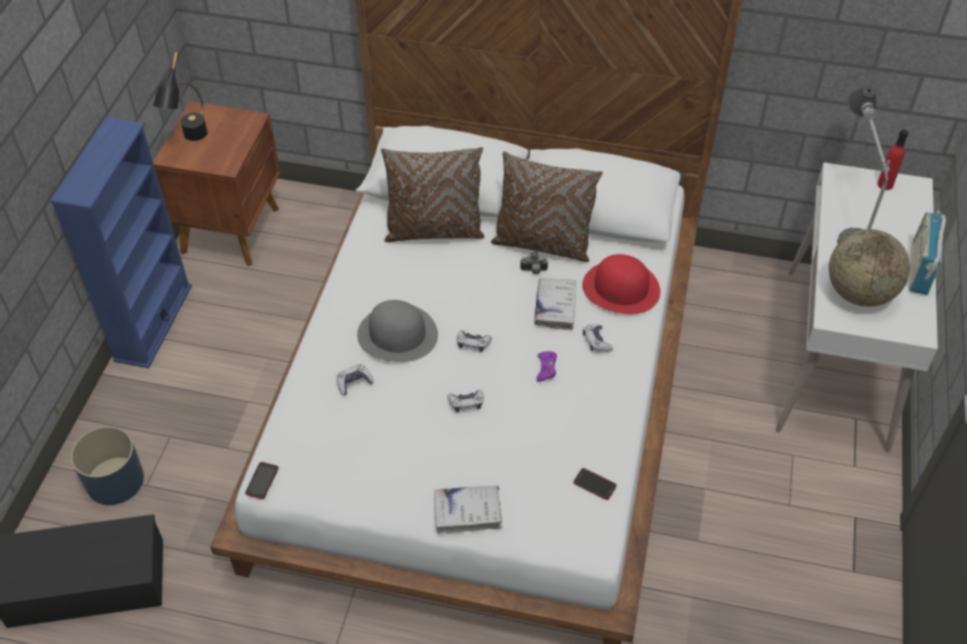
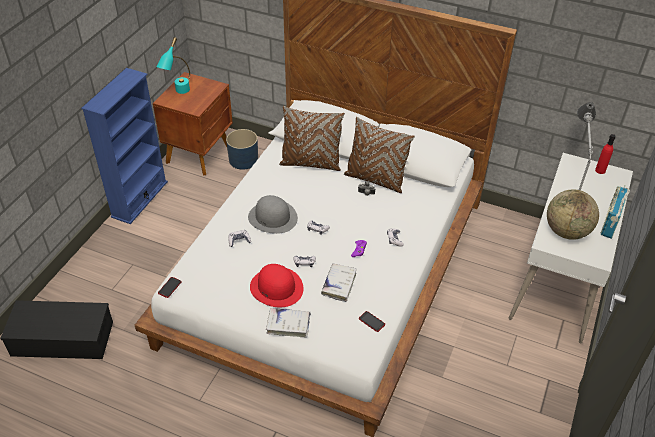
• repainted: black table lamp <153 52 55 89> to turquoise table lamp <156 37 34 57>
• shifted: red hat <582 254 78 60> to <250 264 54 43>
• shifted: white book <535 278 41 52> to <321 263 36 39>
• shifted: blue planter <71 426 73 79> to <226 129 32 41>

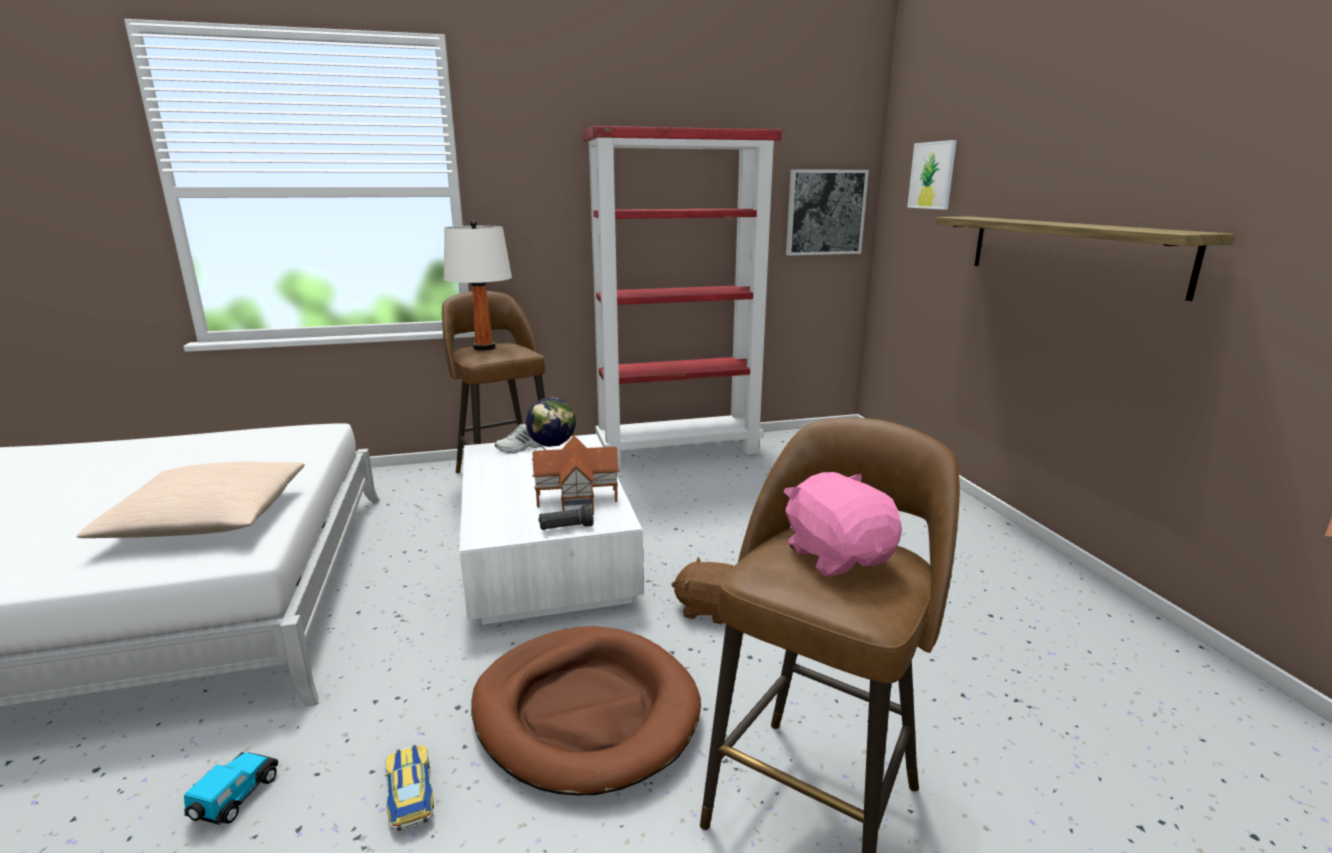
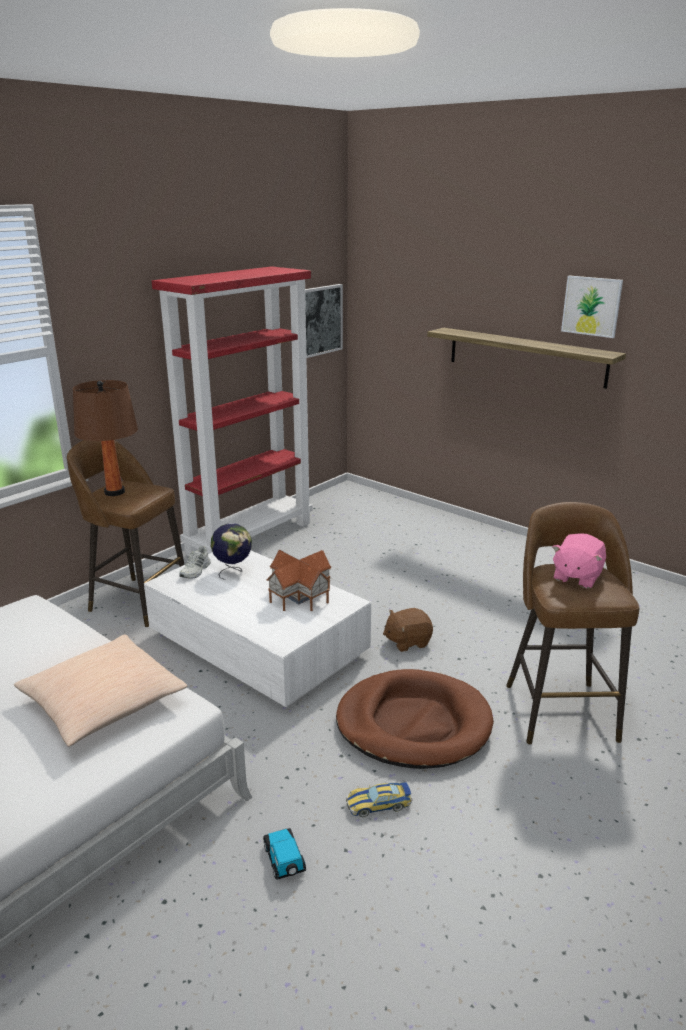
• shifted: picture <907 140 50 70> to <561 275 62 63>
• repainted: white table lamp <444 221 68 130> to brown table lamp <73 380 65 116>
• rotated: pink plush toy <784 472 118 104> = <552 533 54 55> 90 degrees counterclockwise
• gone: black flashlight <538 504 56 26>
• rotated: toy car <385 745 49 86> = <346 782 66 35> 45 degrees counterclockwise

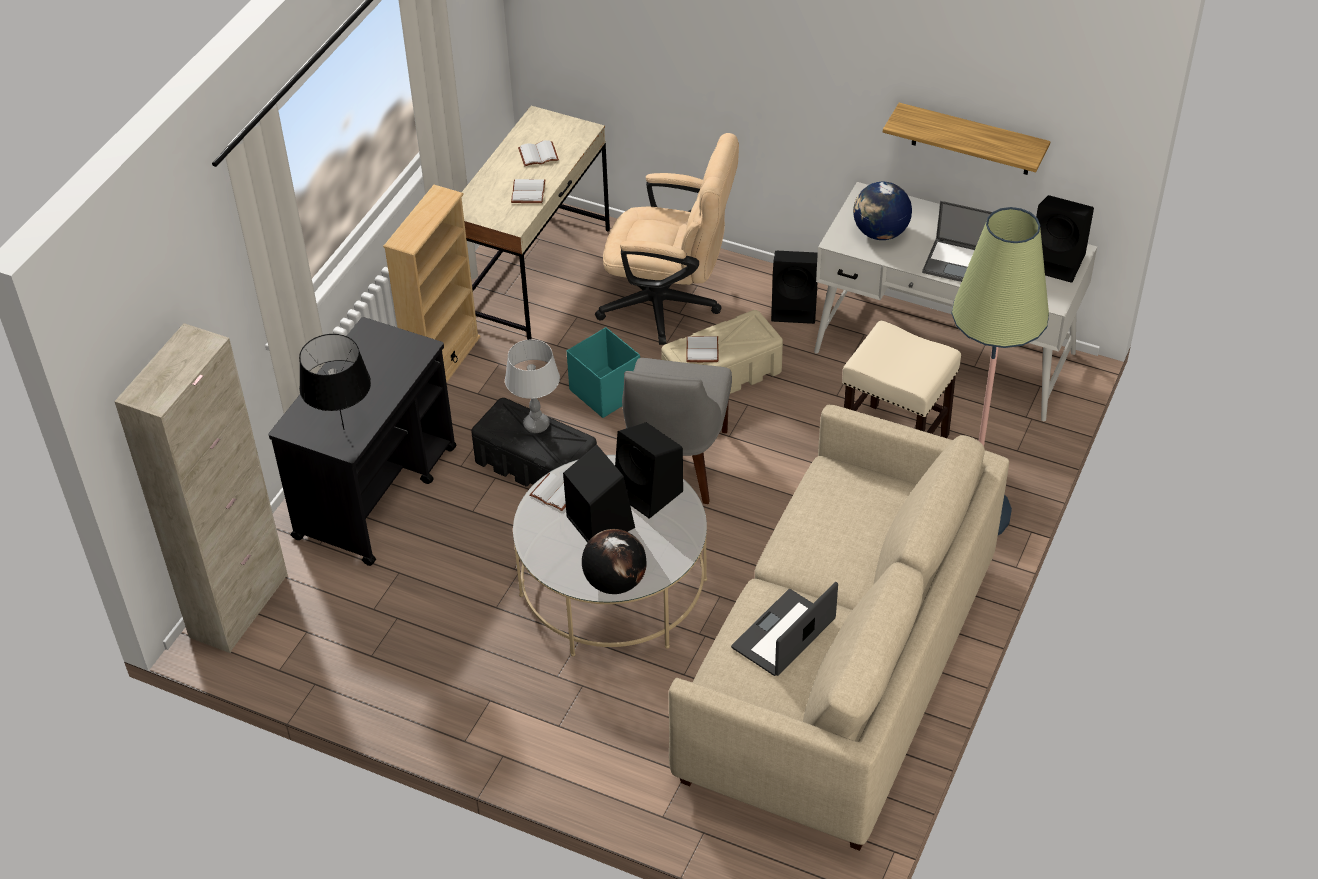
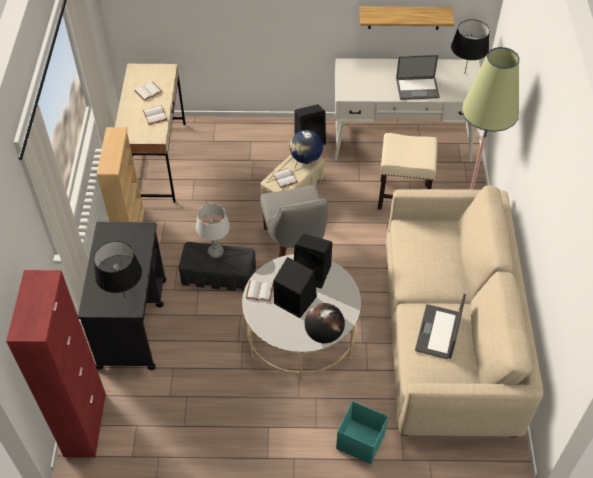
• gone: beige office chair <595 133 144 212>
• shifted: globe <853 182 59 58> to <290 130 33 34>
• swapped: black speaker <1036 195 58 88> to black table lamp <451 19 39 53>
• repainted: beige cabinet <114 323 174 330> to red cabinet <6 270 100 187>
• shifted: turquoise storage box <567 327 73 91> to <336 401 52 63>

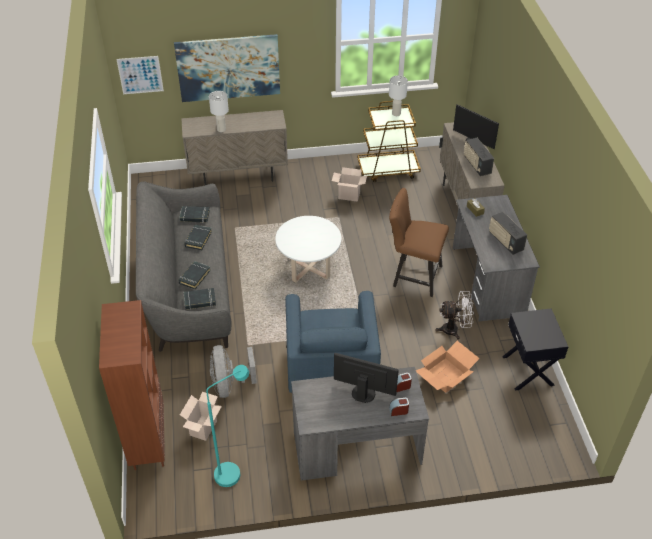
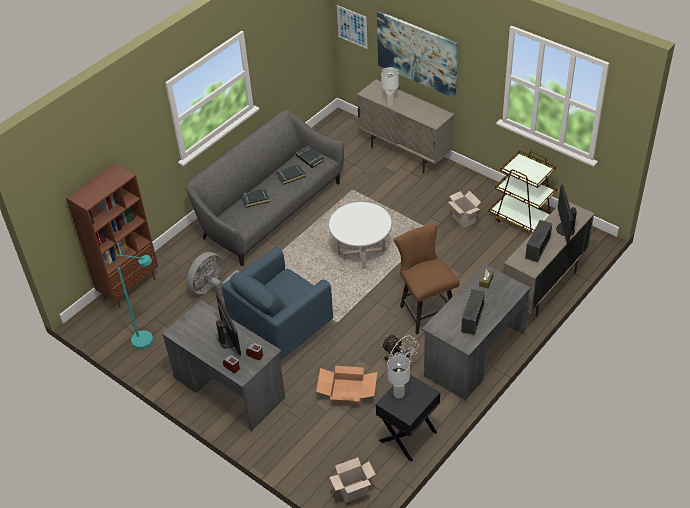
• shifted: white table lamp <389 75 19 41> to <387 355 23 43>
• gone: black book <184 288 32 22>
• shifted: cardboard box <180 392 42 49> to <329 457 47 46>

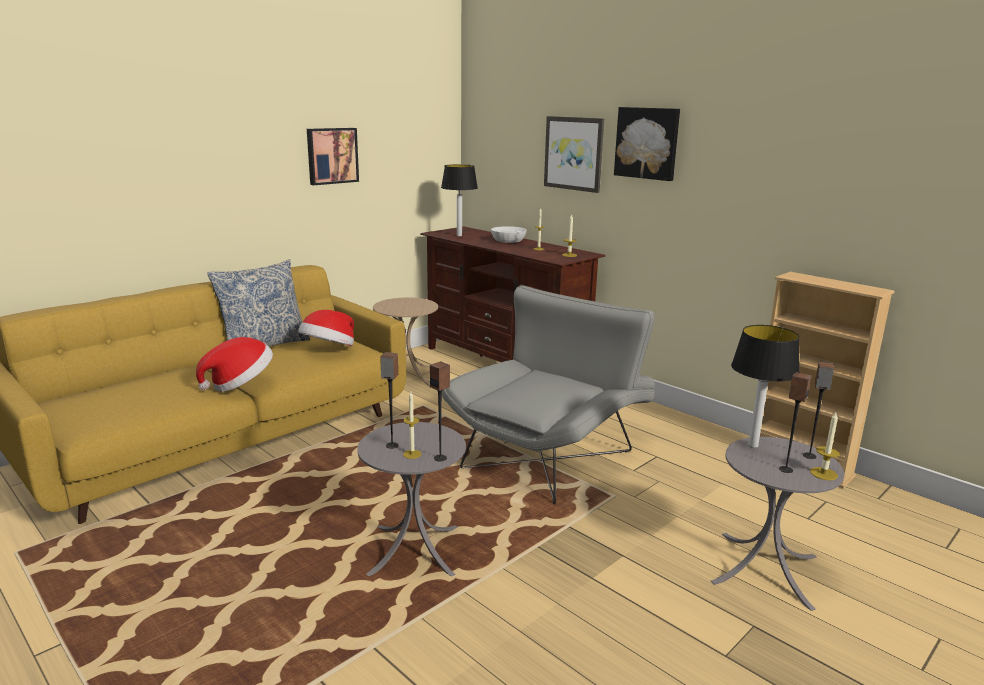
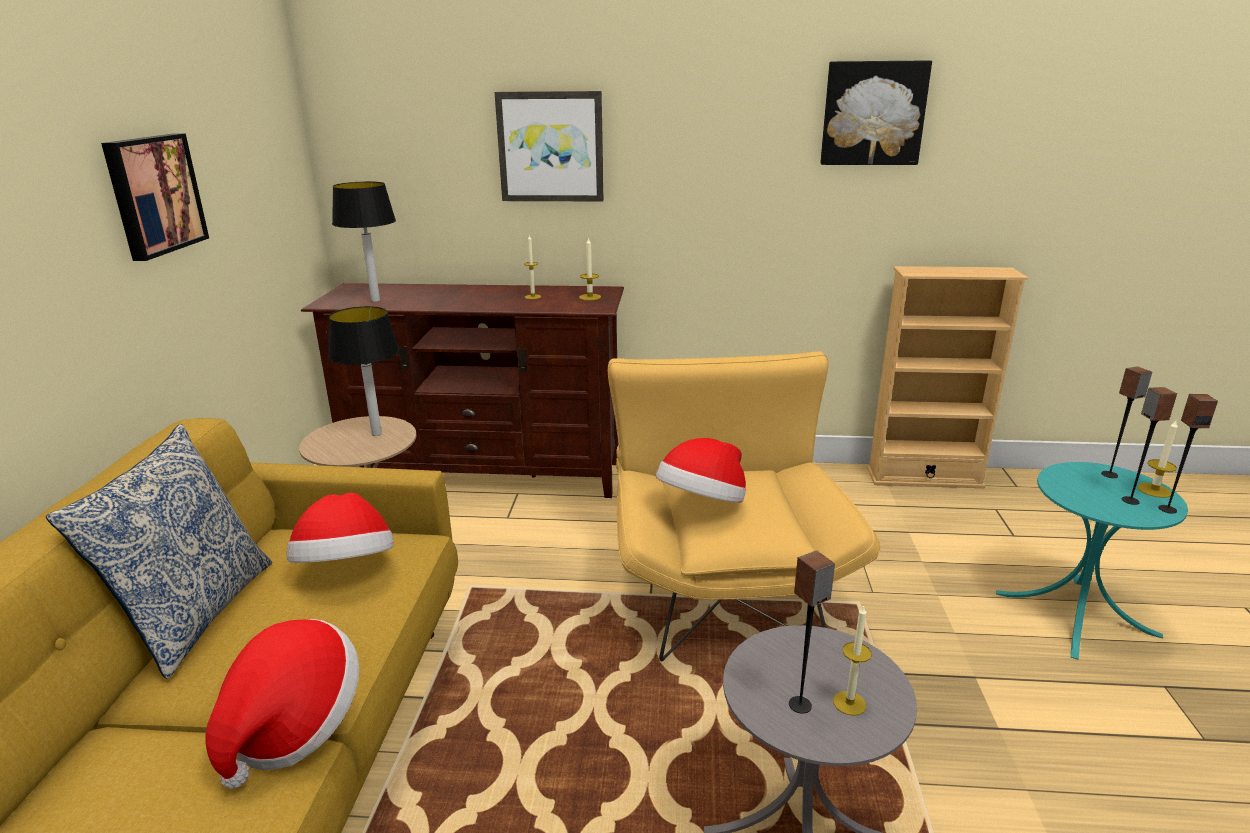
• shifted: picture <614 107 66 74> to <820 60 112 105>
• gone: white bowl <491 226 36 17>
• repainted: grey armchair <442 285 213 219> to yellow armchair <608 351 273 310>
• shifted: table lamp <731 325 69 123> to <328 306 71 130>
• shifted: speaker <430 362 20 99> to <1158 394 60 120>
• repainted: grey side table <711 437 134 174> to turquoise side table <996 462 192 198>
• new: hat <656 438 90 65>

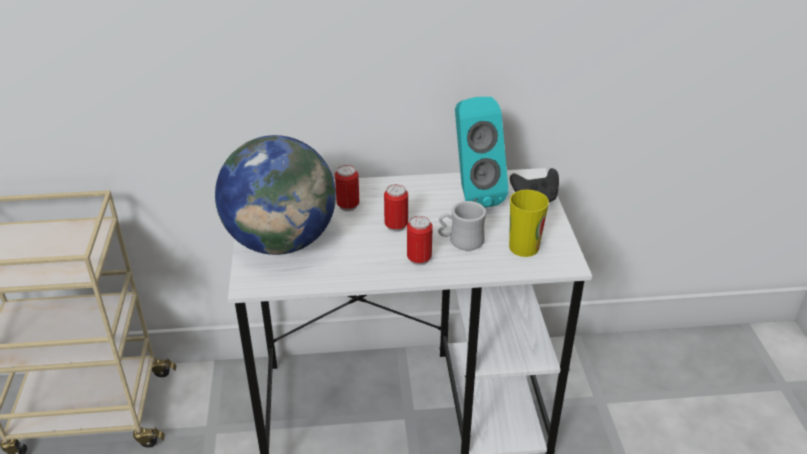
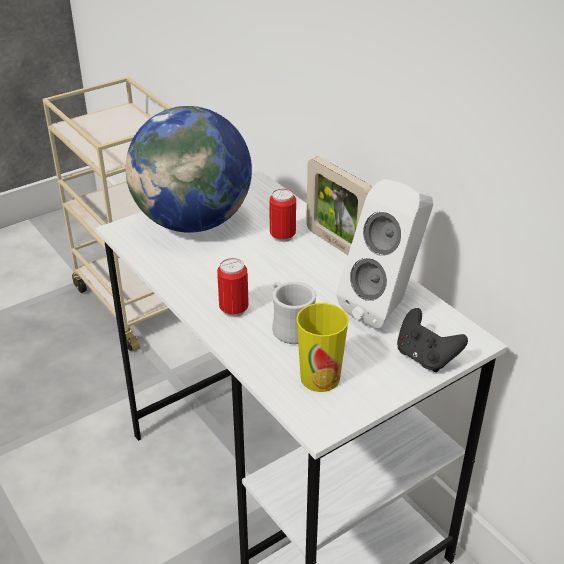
• repainted: turquoise speaker <455 97 54 111> to white speaker <337 179 96 150>
• gone: can <384 184 24 48>
• new: picture frame <306 157 66 98>

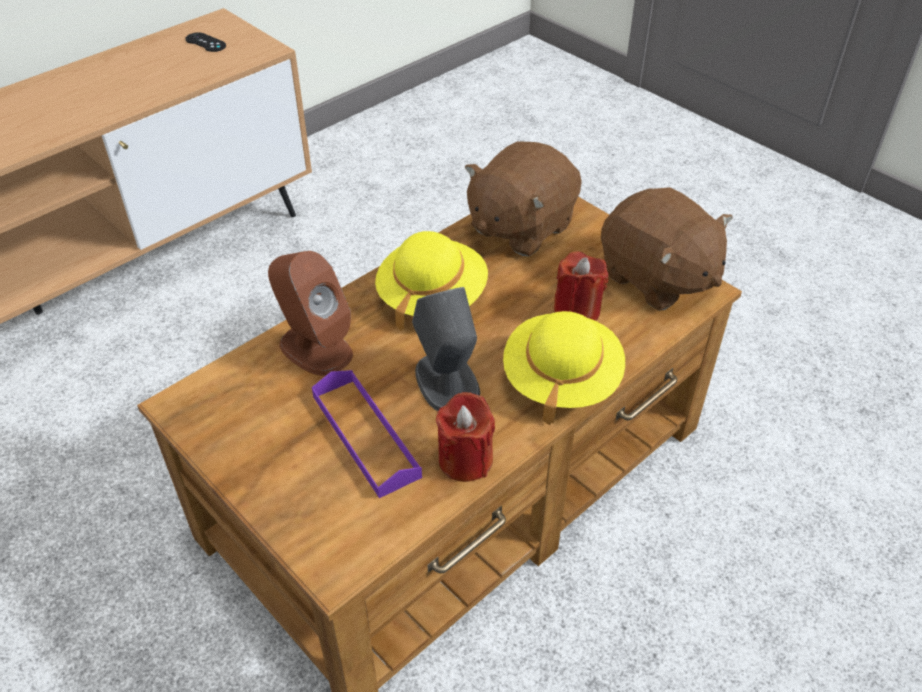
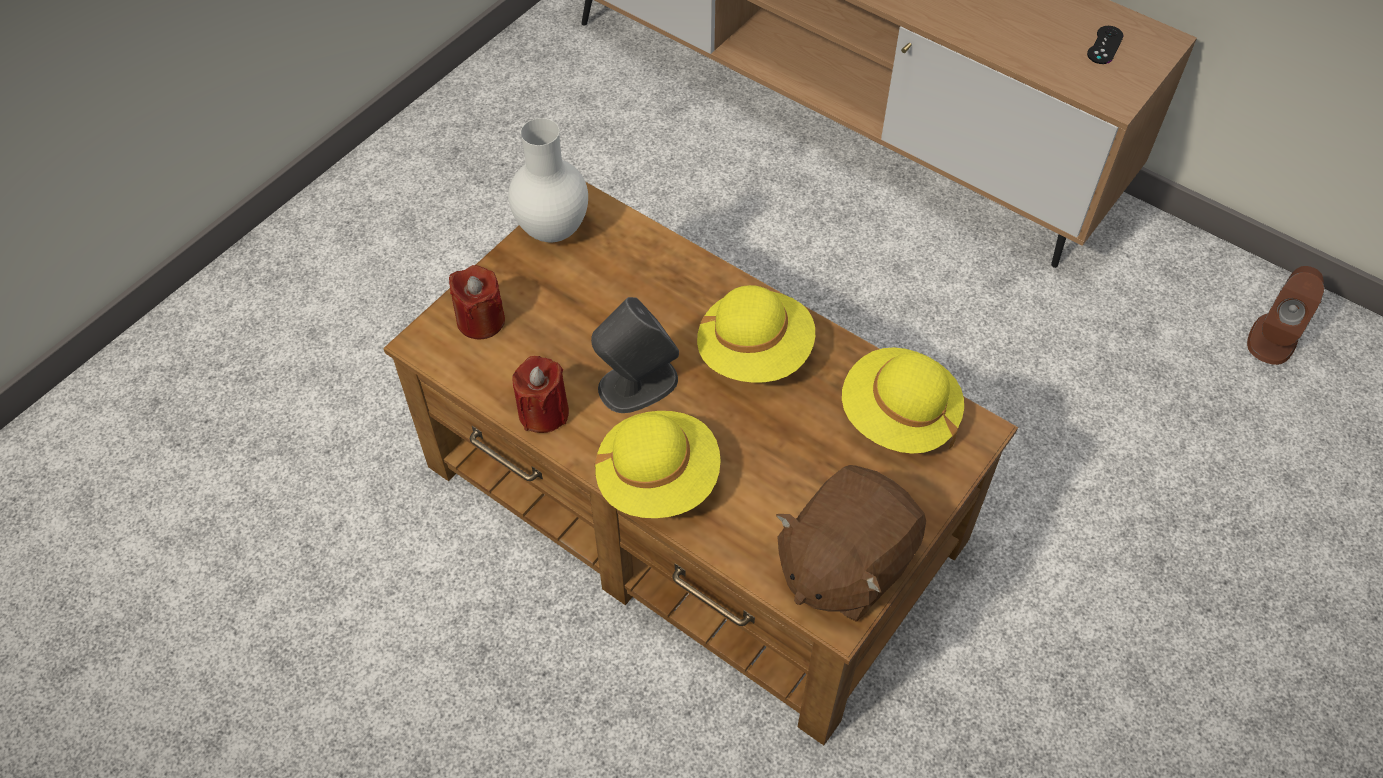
• swapped: brown plush toy <465 141 117 116> to yellow hat <842 347 122 107>
• shifted: brown speaker <268 251 85 125> to <1247 266 77 99>
• shifted: red candle <554 251 55 70> to <449 265 56 74>
• gone: purple tray <312 370 110 128>
• new: white vase <508 118 80 124>

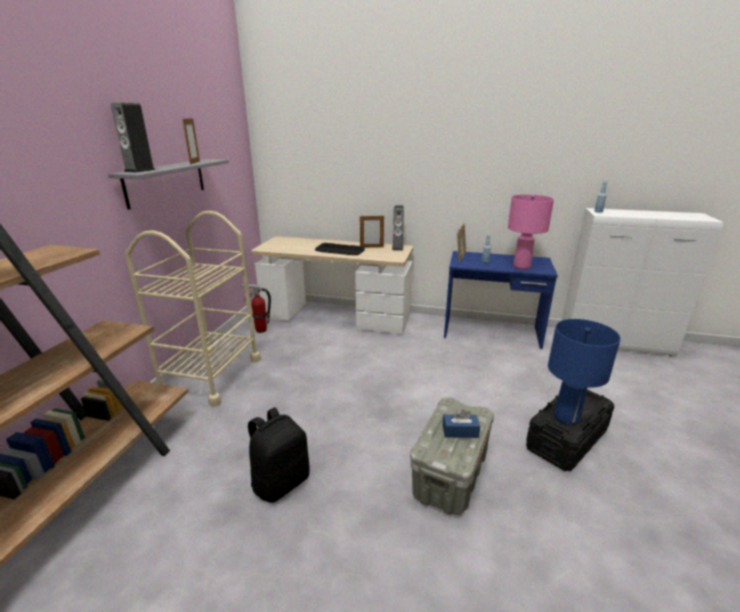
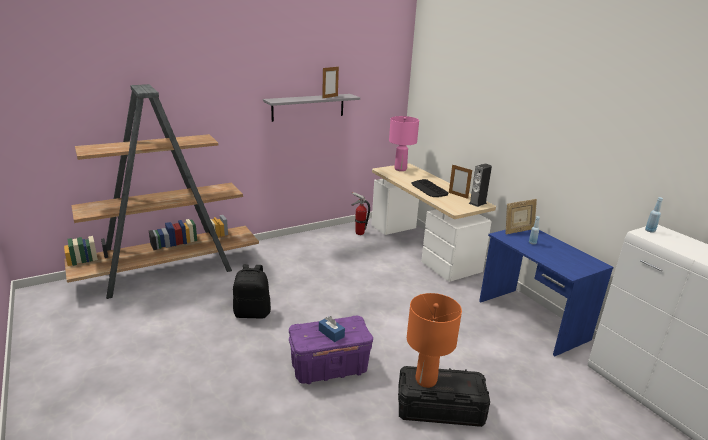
• gone: speaker <111 103 45 70>
• shifted: pink table lamp <508 195 46 75> to <389 116 30 55>
• gone: beige cart <125 211 136 196>
• repainted: blue table lamp <548 319 73 106> to orange table lamp <407 293 55 95>
• repainted: grey storage box <410 397 84 118> to purple storage box <289 316 84 68>

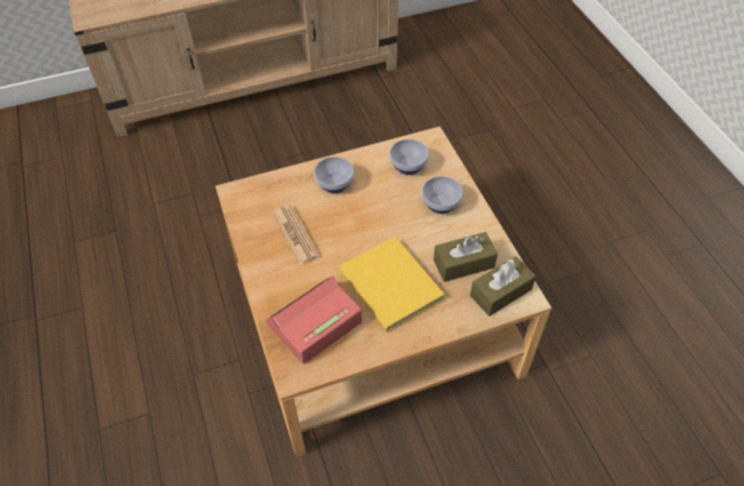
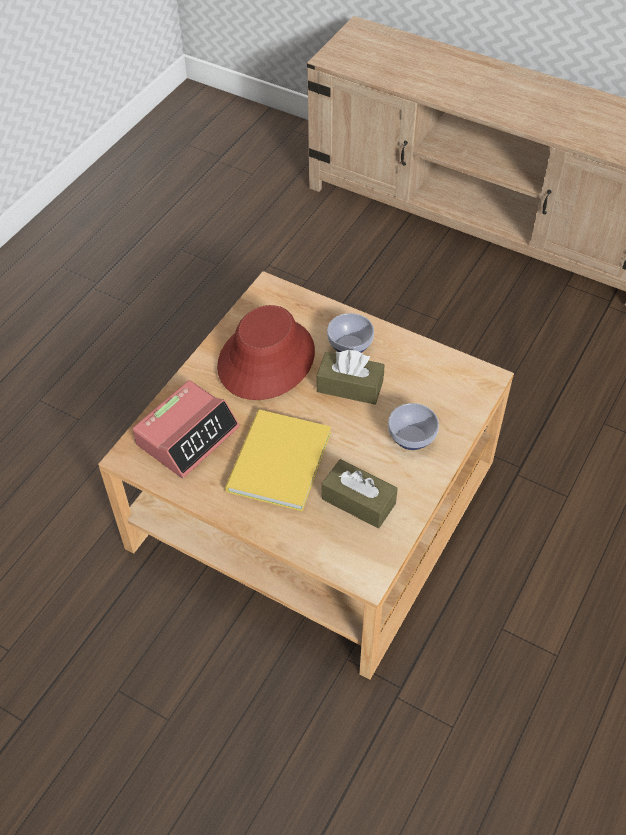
• gone: bowl <389 139 40 36>
• swapped: newspaper <273 205 47 60> to red hat <217 305 98 95>
• shifted: brown tissue box <470 256 66 60> to <317 350 67 55>
• rotated: alarm clock <266 276 96 88> = <132 380 108 98> 120 degrees clockwise

